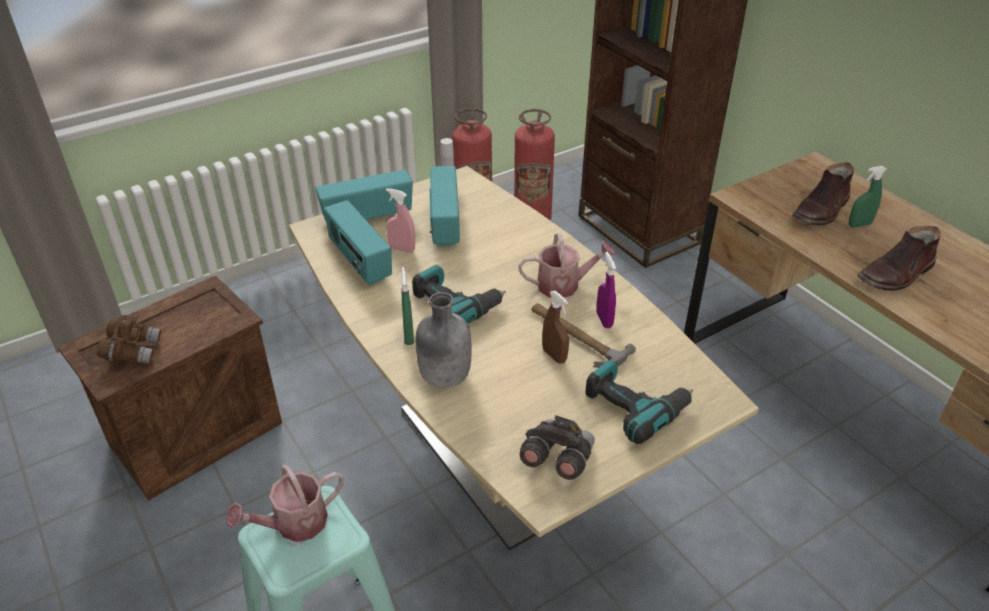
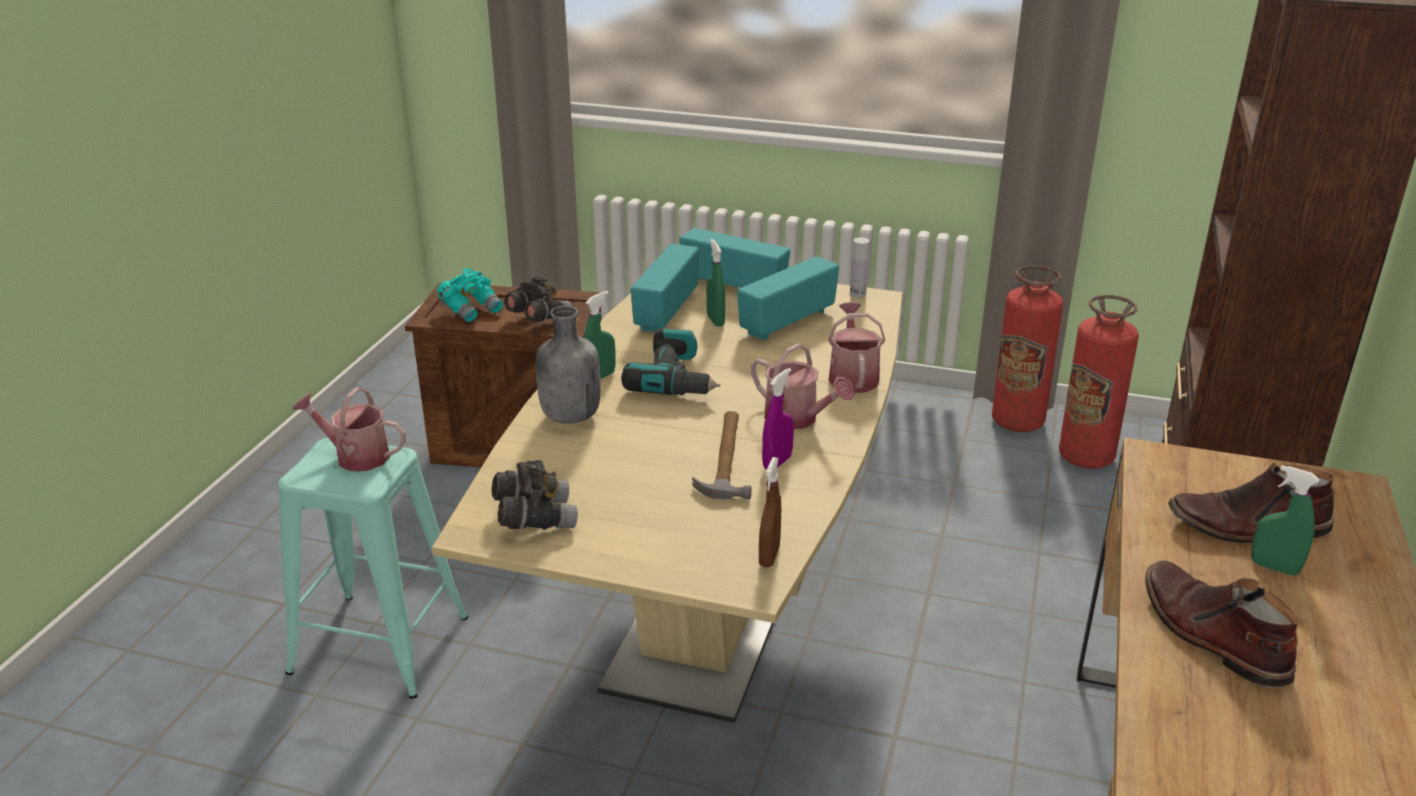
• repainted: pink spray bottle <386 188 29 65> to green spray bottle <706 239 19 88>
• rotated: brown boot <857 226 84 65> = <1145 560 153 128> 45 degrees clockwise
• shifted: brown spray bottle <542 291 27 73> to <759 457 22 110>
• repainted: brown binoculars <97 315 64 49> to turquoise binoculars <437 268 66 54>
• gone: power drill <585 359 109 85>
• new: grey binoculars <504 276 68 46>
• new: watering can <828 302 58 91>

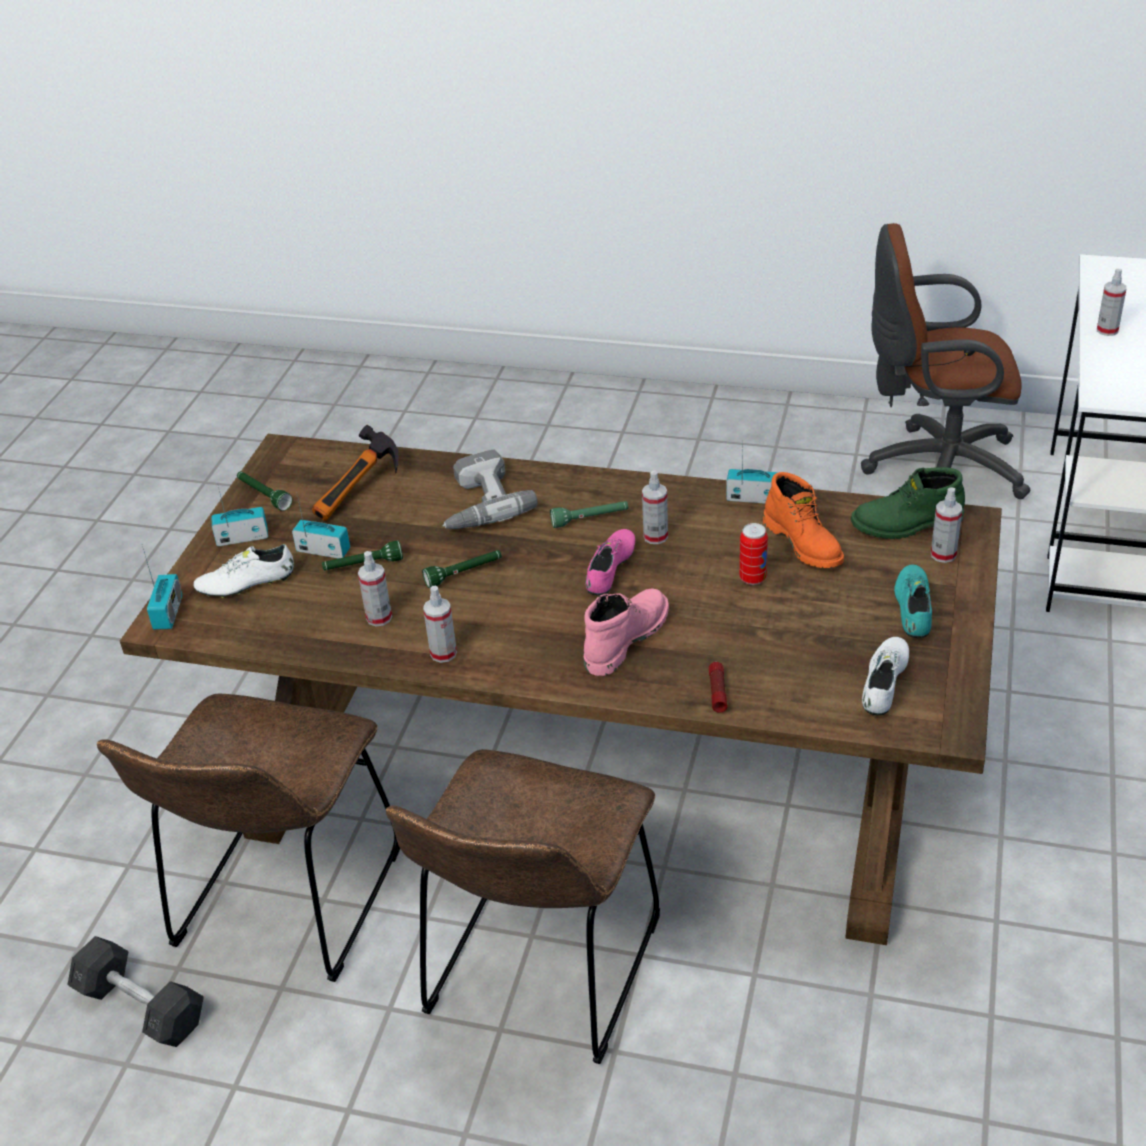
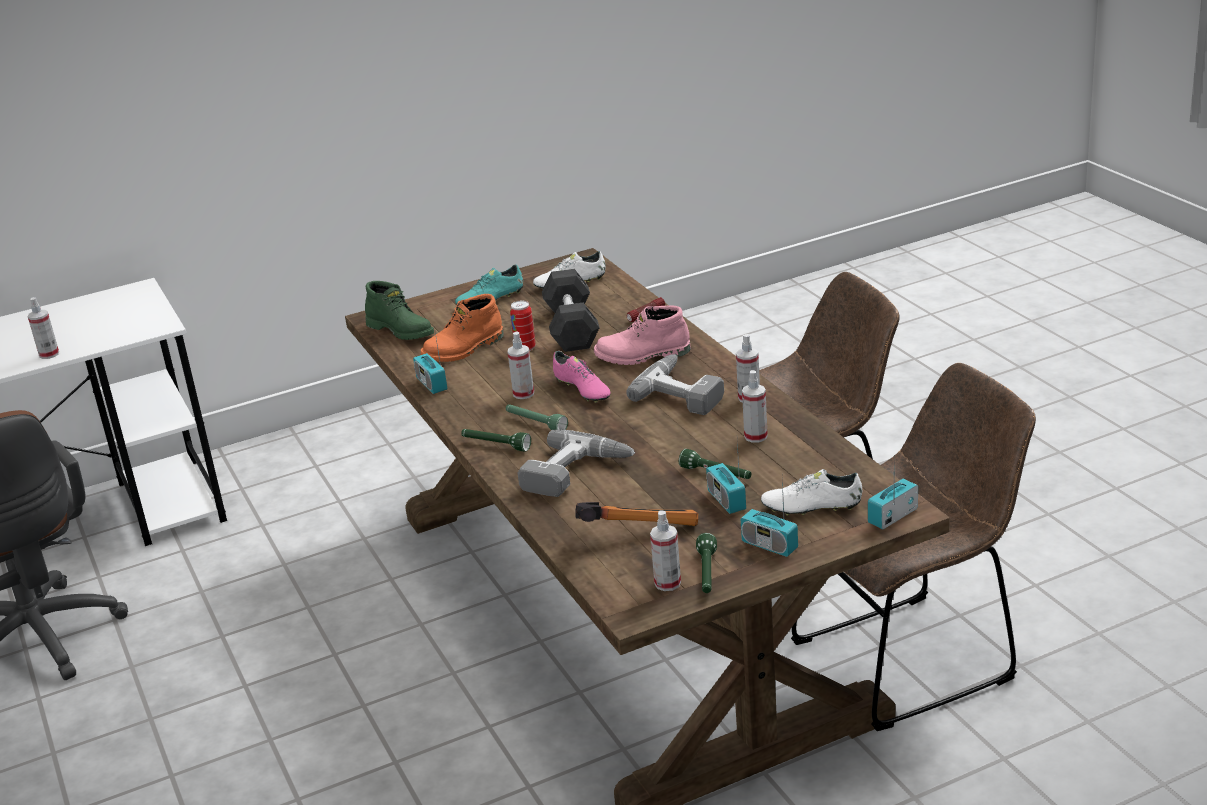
• rotated: orange boot <763 472 81 96> = <421 294 83 68> 150 degrees counterclockwise
• shifted: spray bottle <931 488 31 75> to <650 510 31 81>
• rotated: pink shoe <585 529 50 67> = <553 351 57 52> 105 degrees counterclockwise
• rotated: white shoe <193 544 101 54> = <761 469 101 46> 150 degrees clockwise
• shifted: green flashlight <422 550 80 38> to <461 429 70 23>
• shifted: grey dumbbell <67 936 137 111> to <542 269 57 83>
• new: power drill <626 354 98 61>

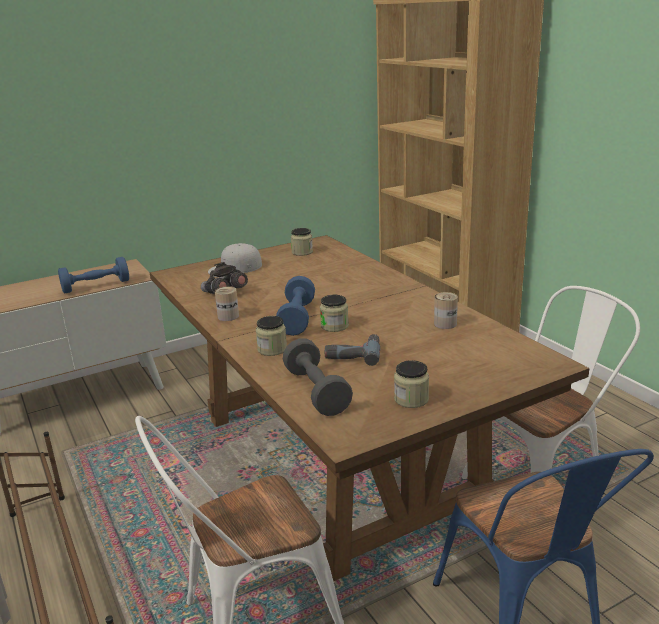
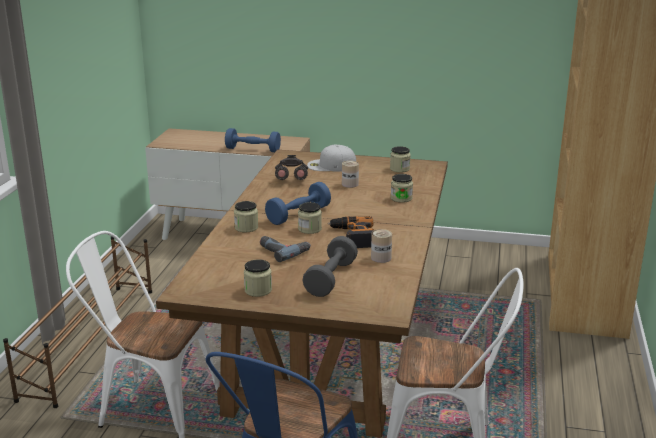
• shifted: can <215 286 24 35> to <342 161 17 27>
• shifted: grey dumbbell <283 338 70 78> to <303 236 55 61>
• new: jar <391 174 22 29>
• new: power drill <328 216 46 32>

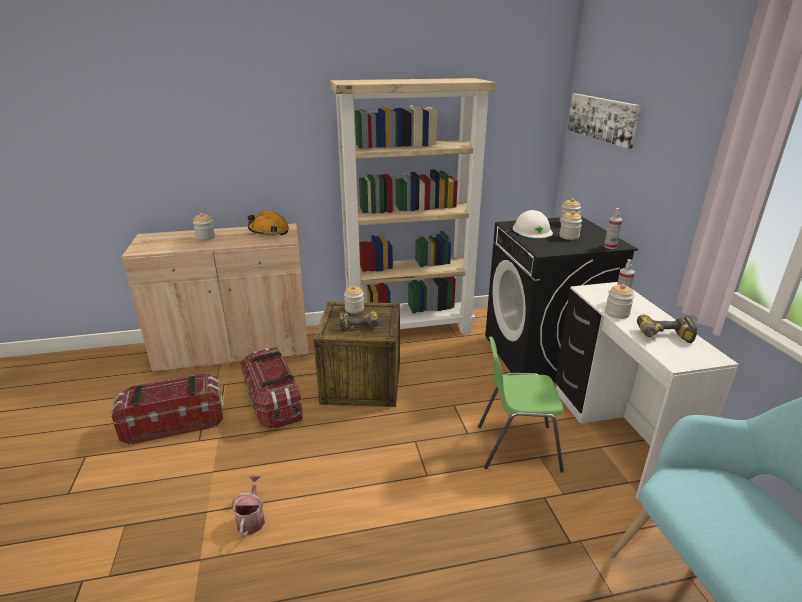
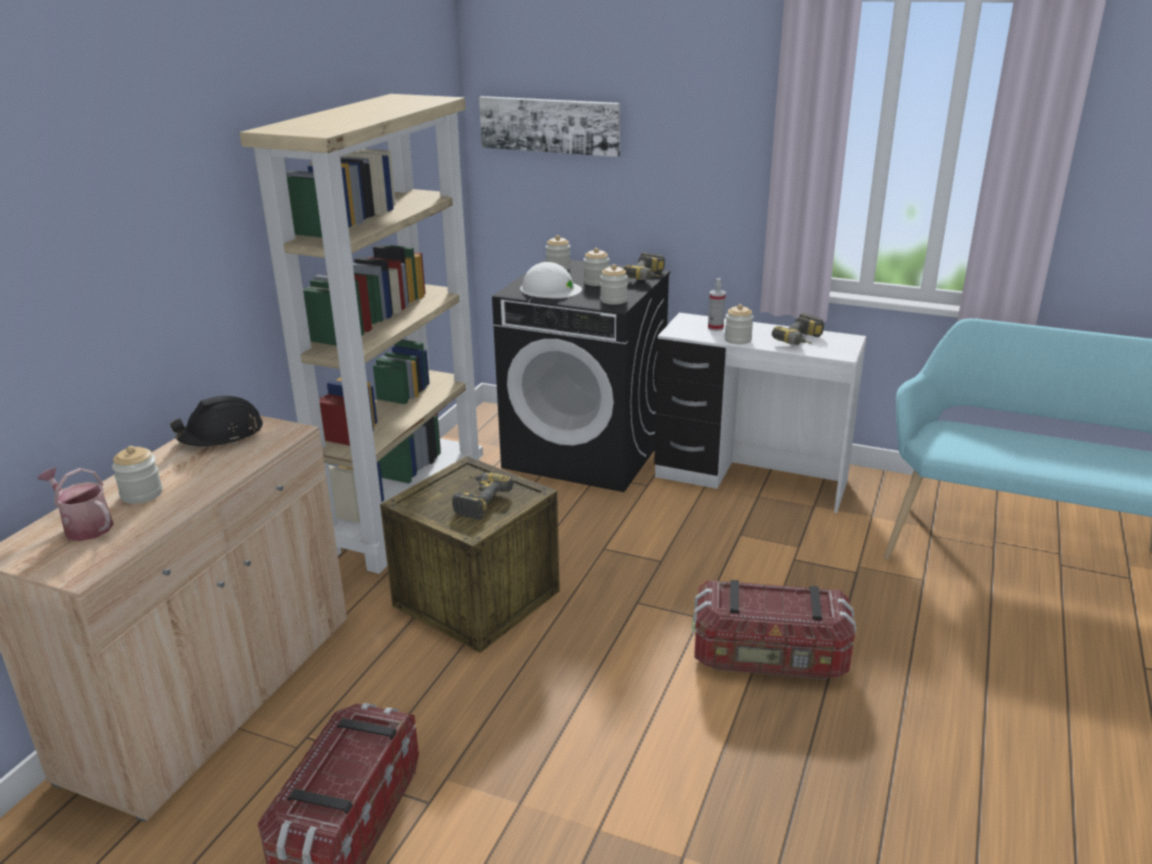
• swapped: spray bottle <604 208 19 41> to power drill <624 252 41 28>
• repainted: orange hard hat <248 210 41 26> to black hard hat <170 396 93 51>
• shifted: jar <344 286 20 28> to <600 264 28 41>
• gone: green chair <478 336 86 136>
• shifted: storage box <240 347 63 81> to <692 580 165 99>
• shifted: watering can <232 476 33 61> to <37 467 77 74>

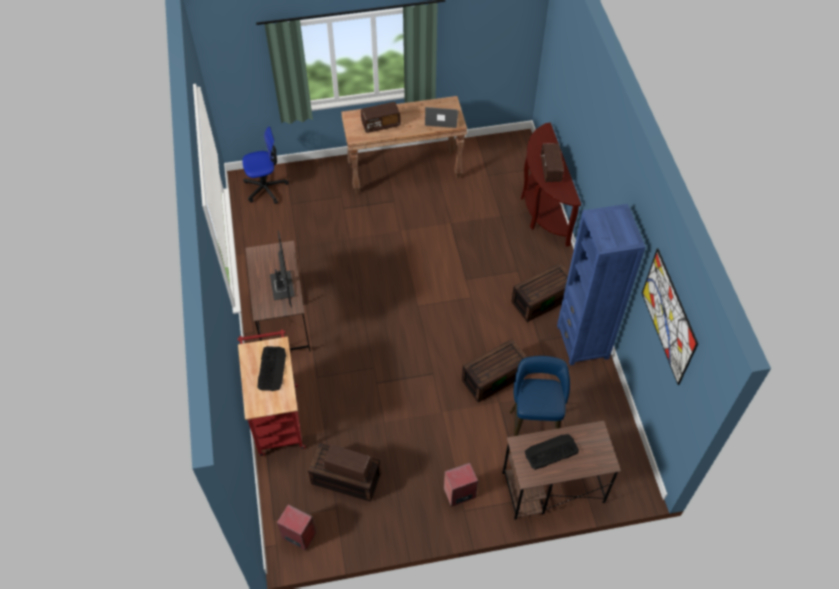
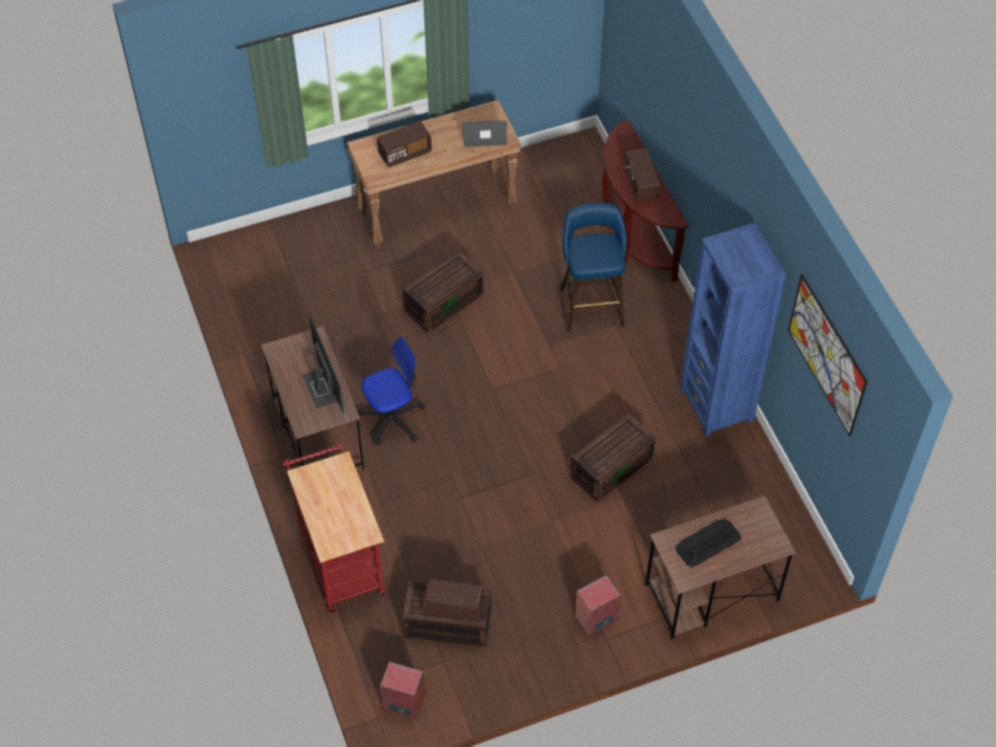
• shifted: office chair <242 126 47 78> to <358 337 67 108>
• shifted: brown storage box <512 263 57 59> to <403 251 80 82>
• gone: keyboard <257 346 29 45>
• shifted: blue stool <509 356 61 97> to <560 203 67 129>

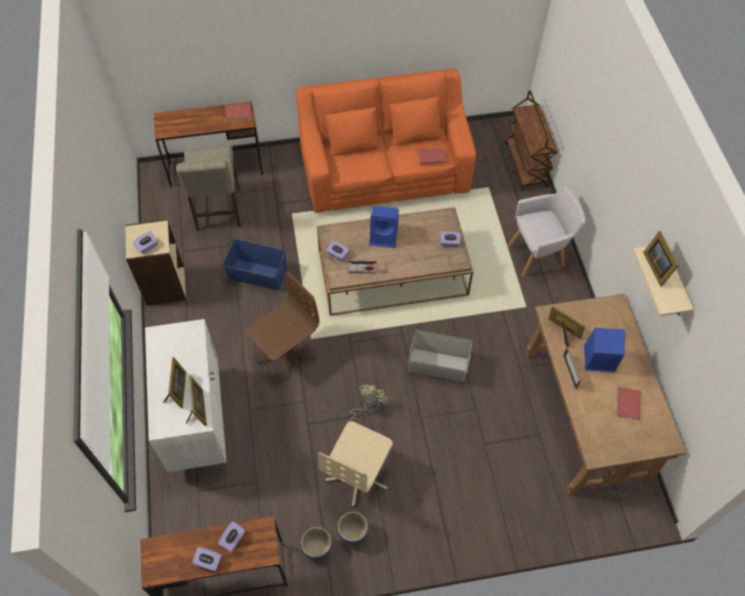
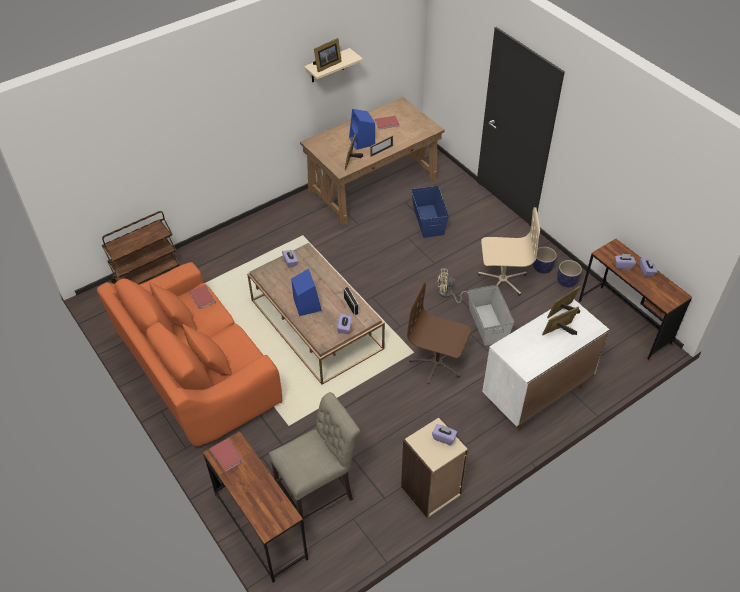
• gone: grey armchair <508 186 78 91>
• shifted: blue storage box <223 239 64 52> to <411 185 38 53>
• shifted: grey storage box <408 330 65 52> to <468 285 46 61>

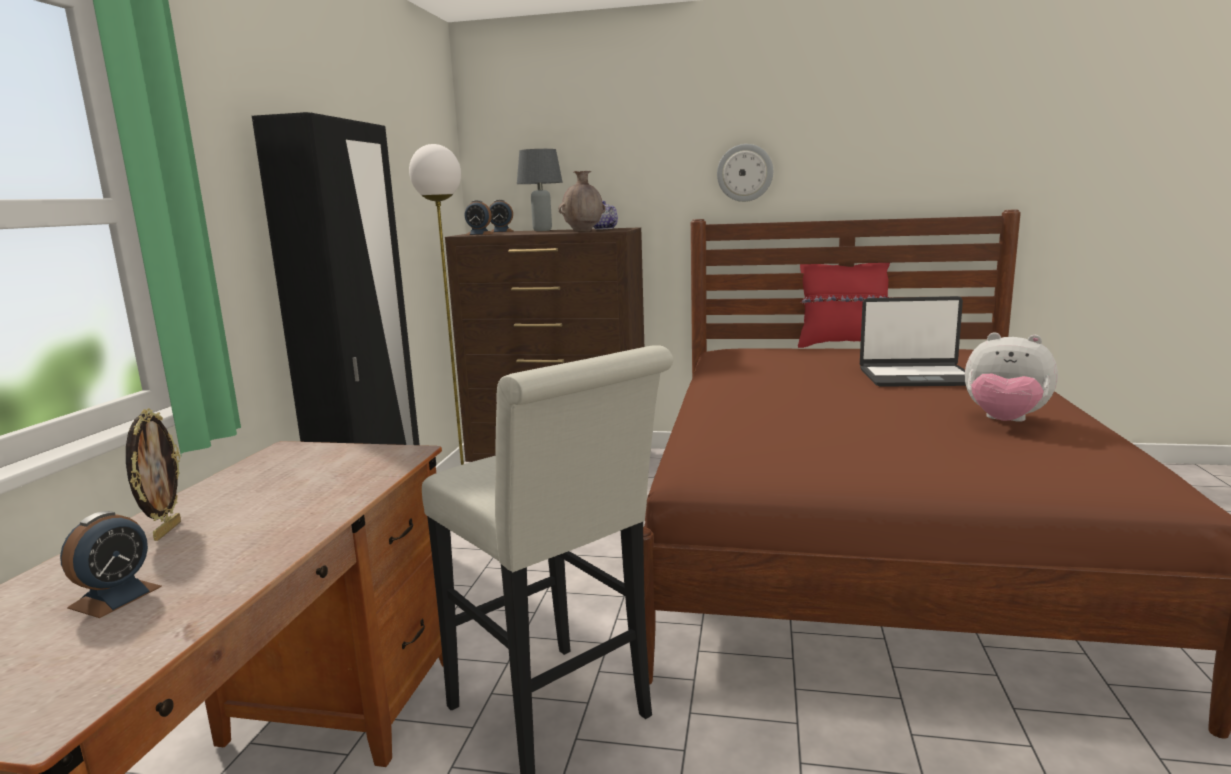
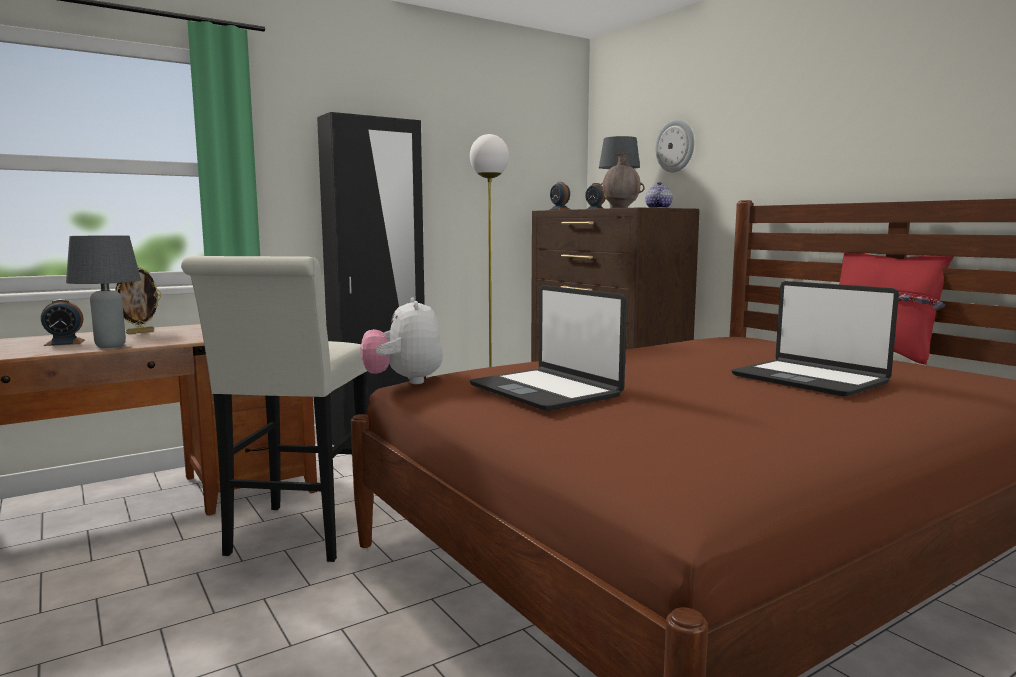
• shifted: wall clock <717 144 56 58> to <655 120 39 52>
• shifted: plush toy <965 332 93 90> to <360 297 83 87>
• new: grey table lamp <66 235 75 113>
• new: laptop <470 285 157 126>

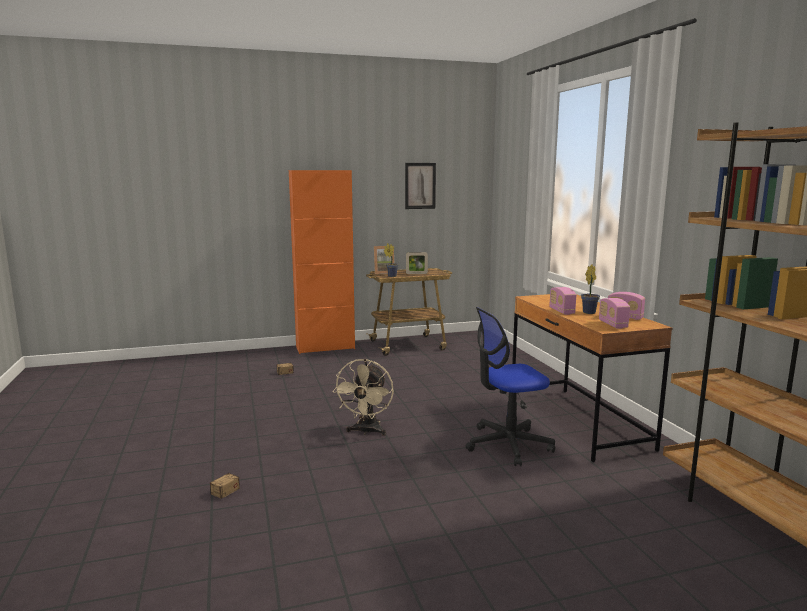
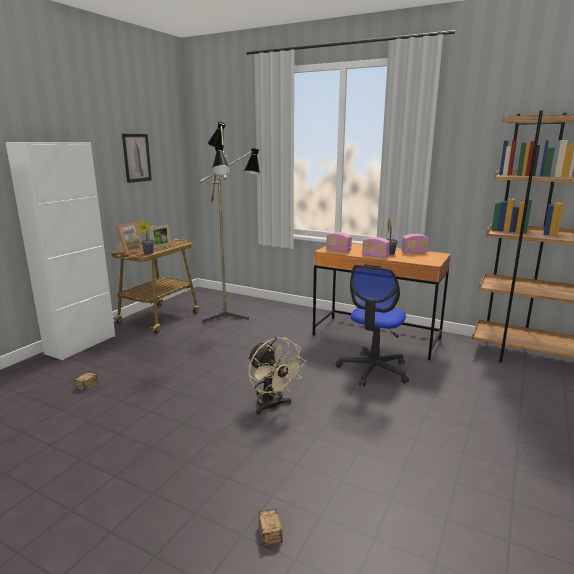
• repainted: orange cabinet <289 170 66 184> to white cabinet <5 142 110 218>
• shifted: radio <599 298 31 31> to <326 232 26 21>
• new: floor lamp <199 122 61 201>

